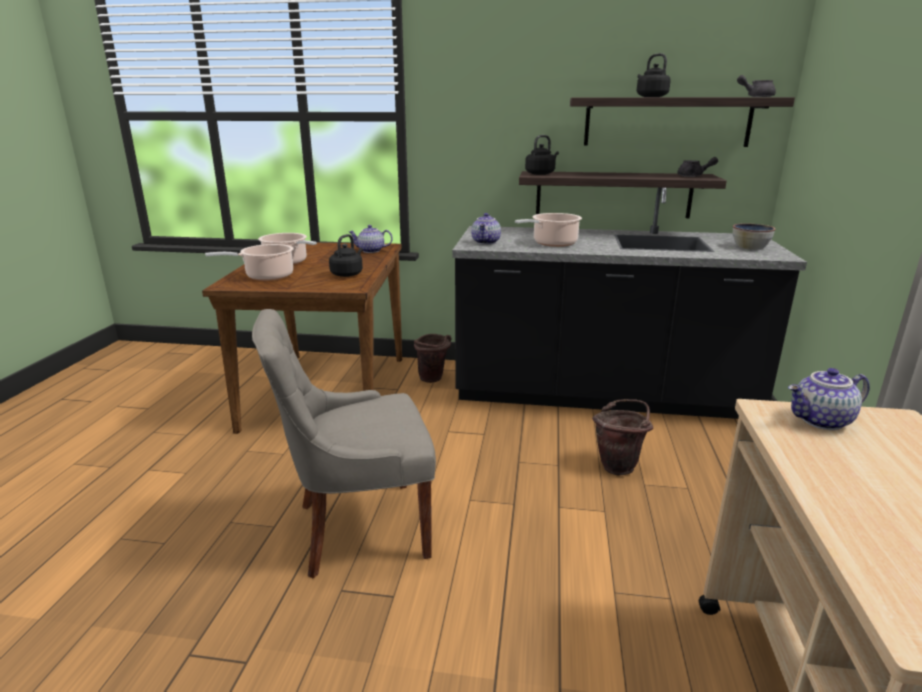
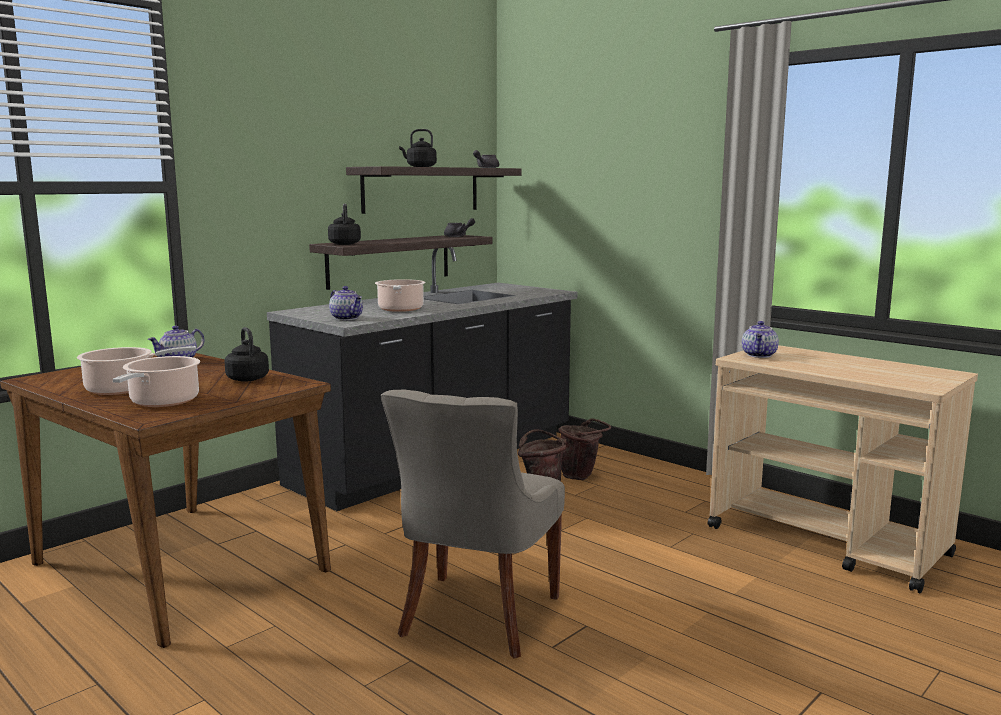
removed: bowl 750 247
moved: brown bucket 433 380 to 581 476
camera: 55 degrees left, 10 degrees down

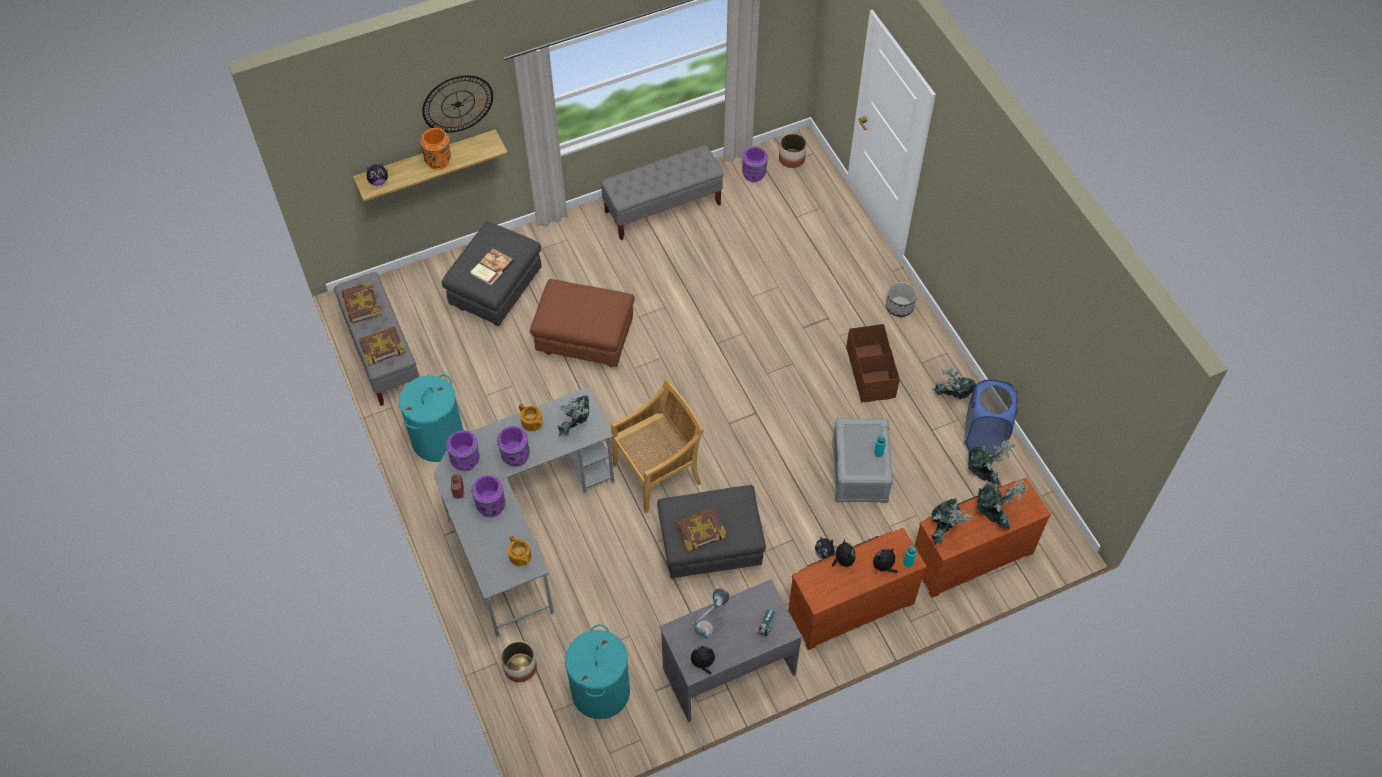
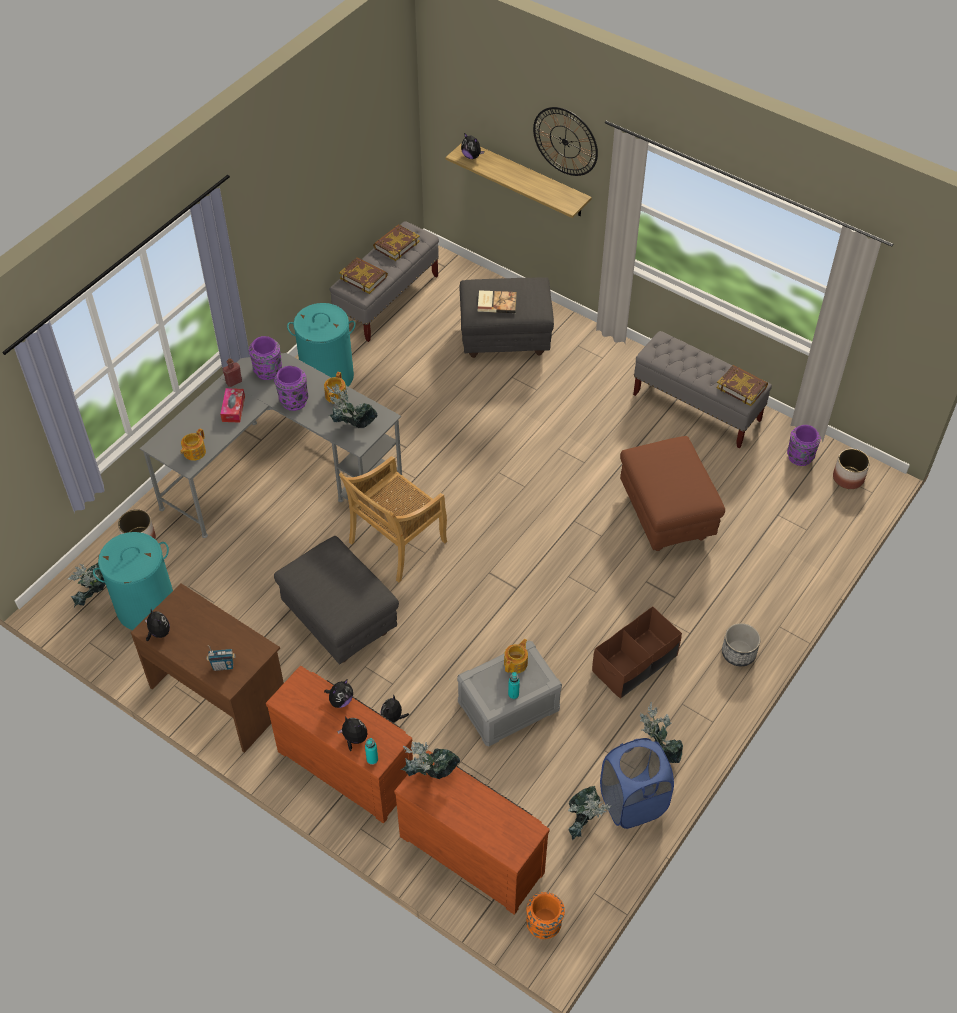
removed: table lamp 709 624
added: teapot 516 663
moved: orange vase 439 160 to 544 925; brown ottoman 584 343 to 665 515; book 700 531 to 741 387; potted plant 994 515 to 93 597
replaced: purple vase 491 505 to tissue box 233 409
recoloured: grey desk 728 670 to brown desk 219 694
turned: beige chair 658 473 = 396 543 105 degrees clockwise
camera: 60 degrees right, 5 degrees down

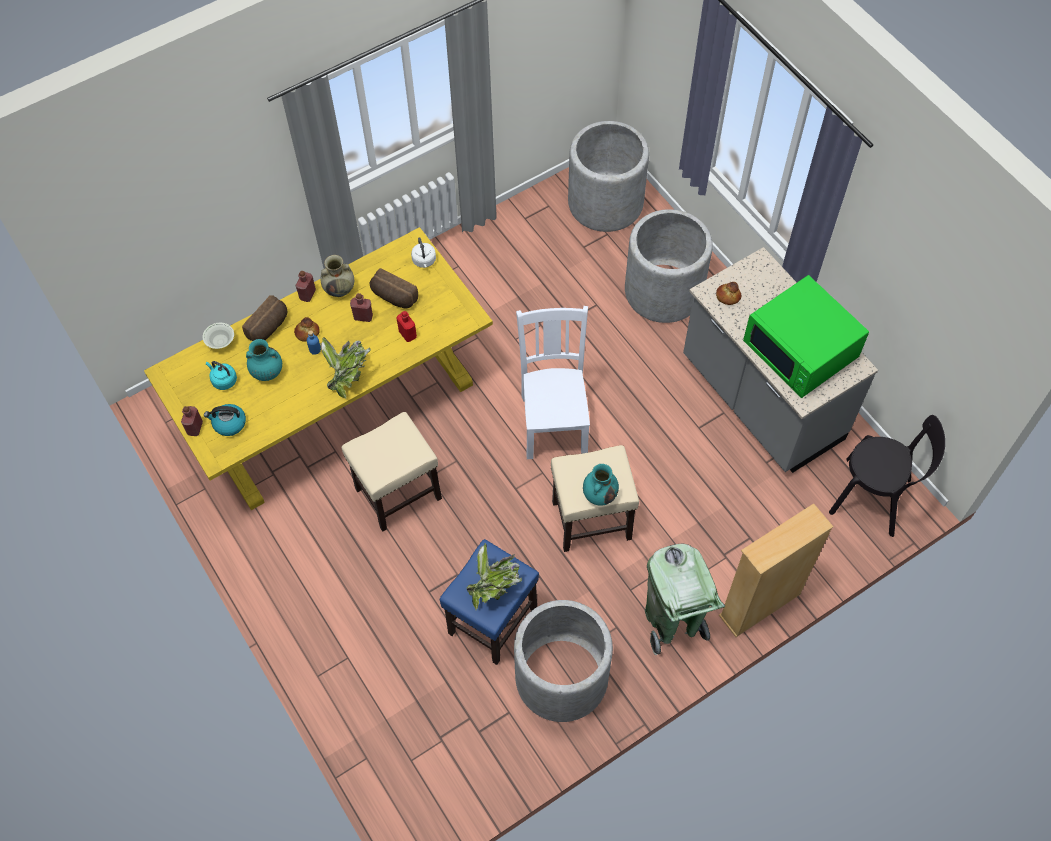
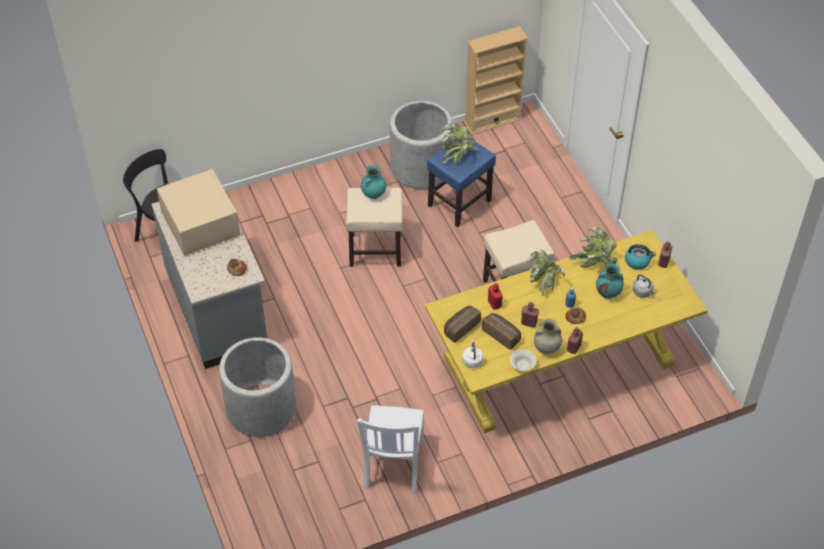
removed: grey planter 605 203; green trash can 672 622
added: potted plant 594 263
moved: white bowl 220 342 to 522 366; bread 269 327 to 460 327; white chair 554 422 to 393 466; beige bookcase 760 605 to 492 121
recoloured: turquoise kettle 223 380 to grey kettle 643 292; green microwave 801 350 to beige microwave 200 224
camera: 170 degrees left, 10 degrees down

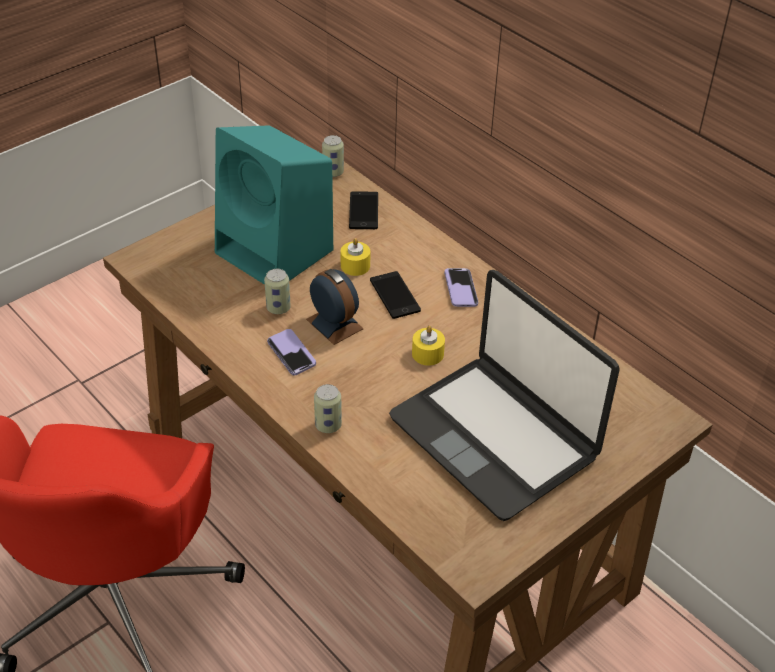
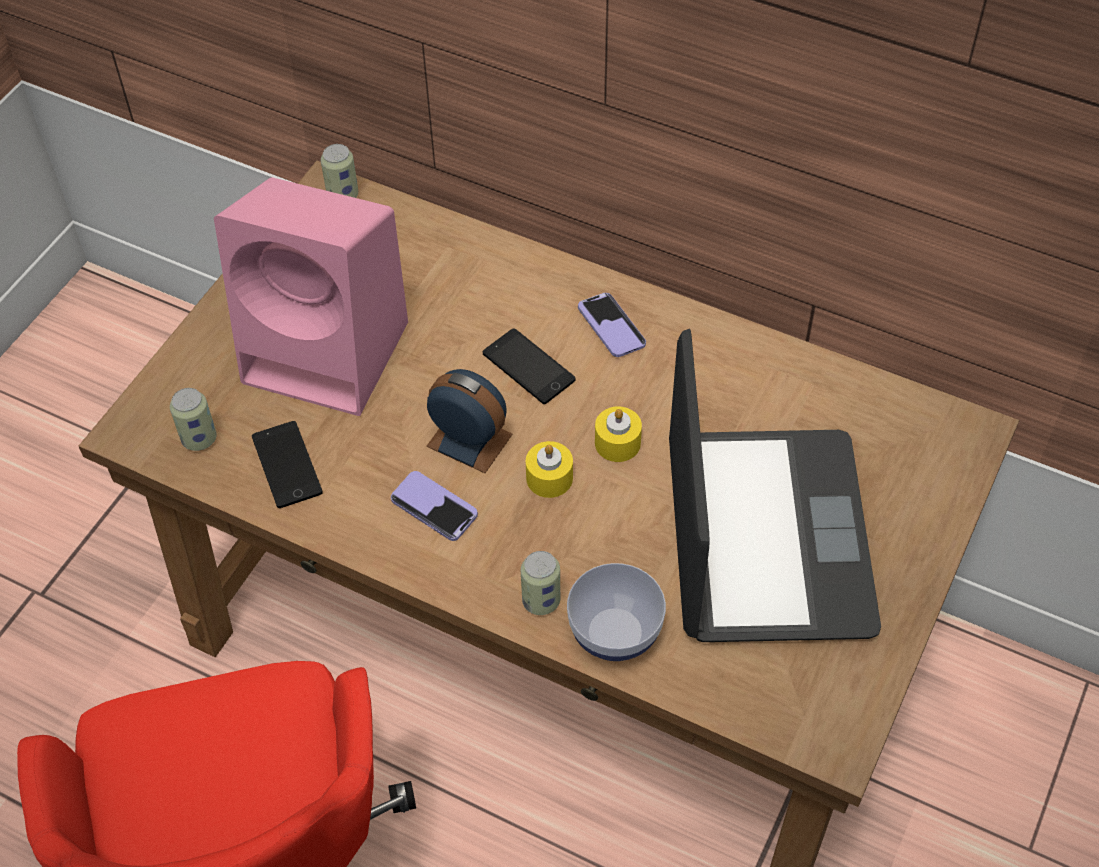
added: bowl 615 633
moved: can 278 308 to 199 439; yellow candle 355 266 to 549 478; phone 363 211 to 287 465
recoloured: turquoise speaker 277 252 to pink speaker 331 352
turned: laptop 495 436 = 765 537 120 degrees counterclockwise
camera: 20 degrees left, 10 degrees up

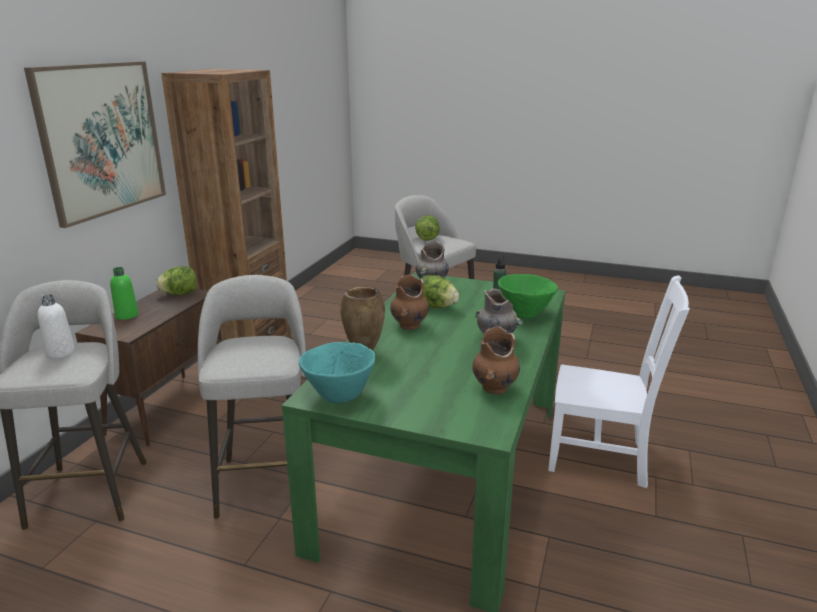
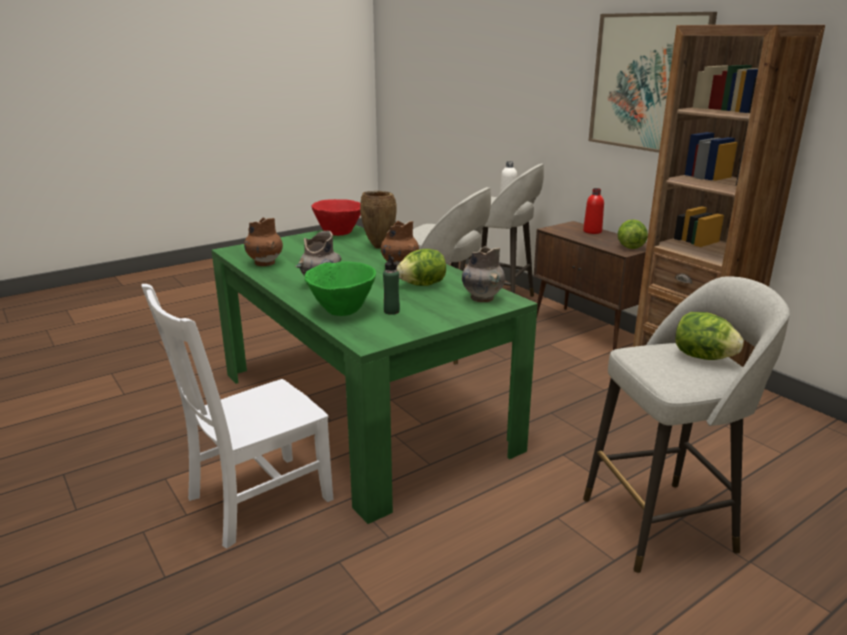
recoloured: green bottle 127 315 to red bottle 592 231; turquoise bowl 338 395 to red bowl 339 233
camera: 125 degrees right, 0 degrees up

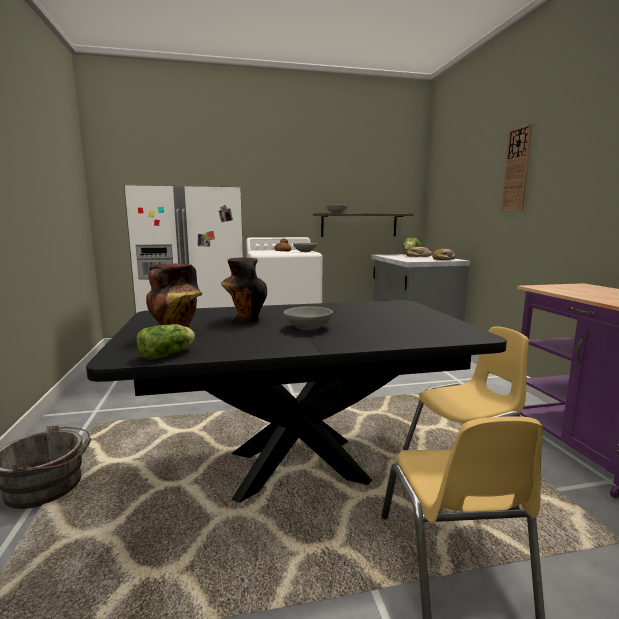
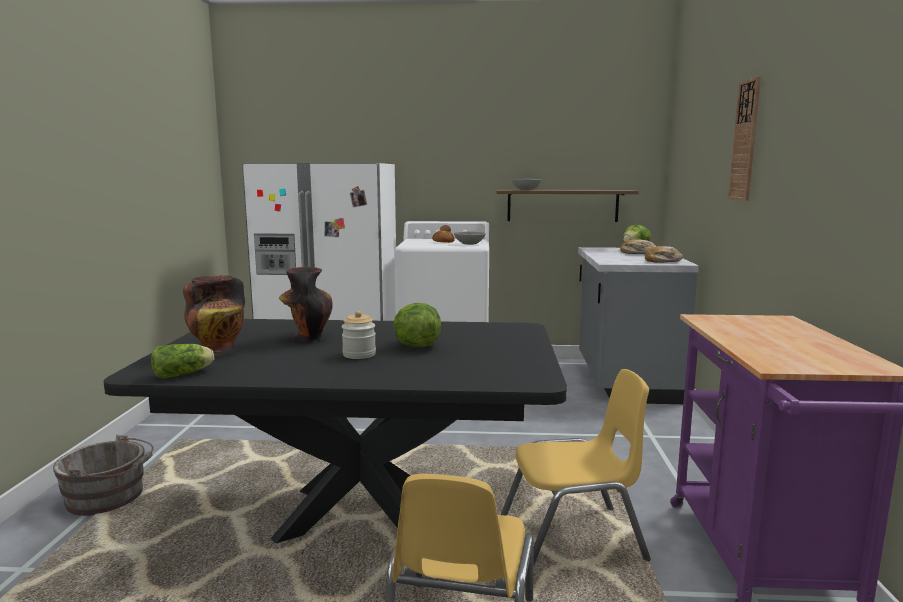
added: lettuce 416 346
replaced: grey bowl 308 328 to jar 359 354
camera: 15 degrees right, 0 degrees up

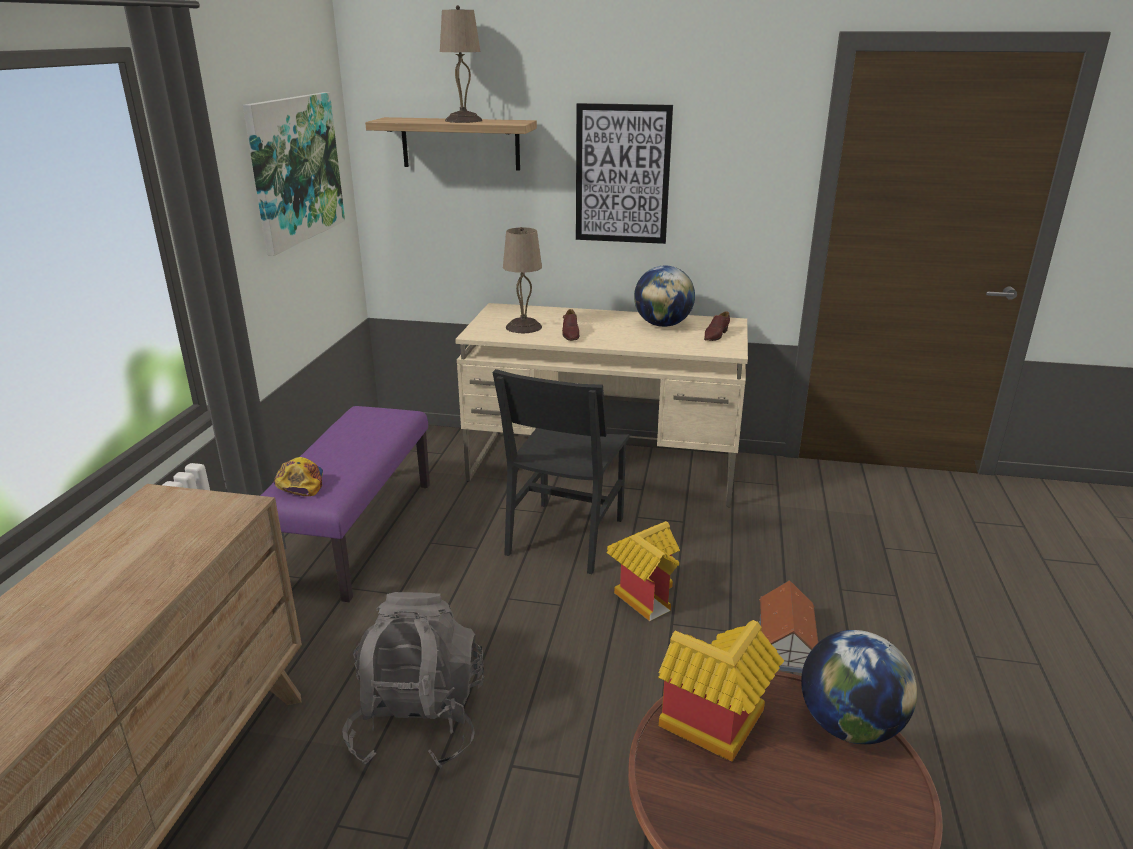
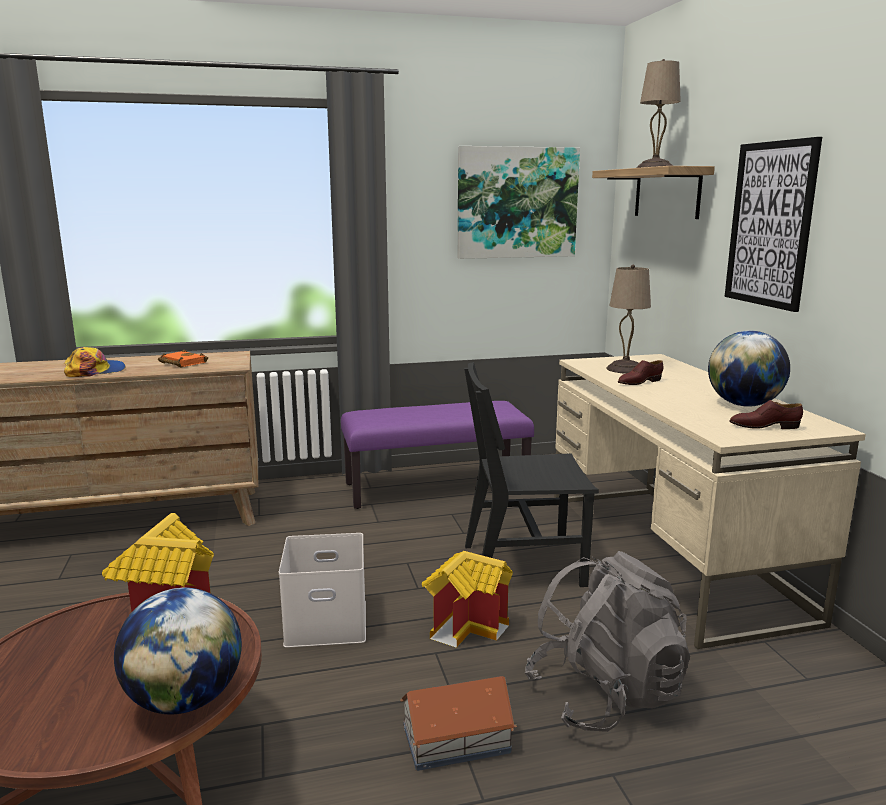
added: orange book 181 363; white storage box 324 623
moved: cap 300 482 to 95 371; grey backpack 418 722 to 605 695
camera: 65 degrees right, 10 degrees down

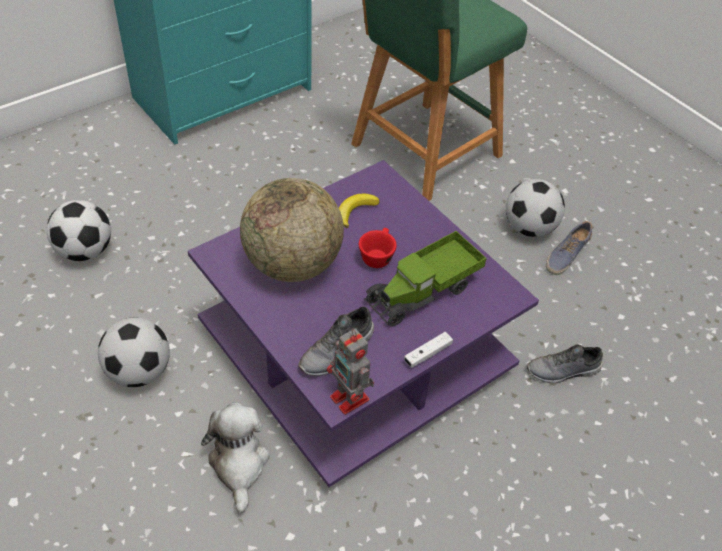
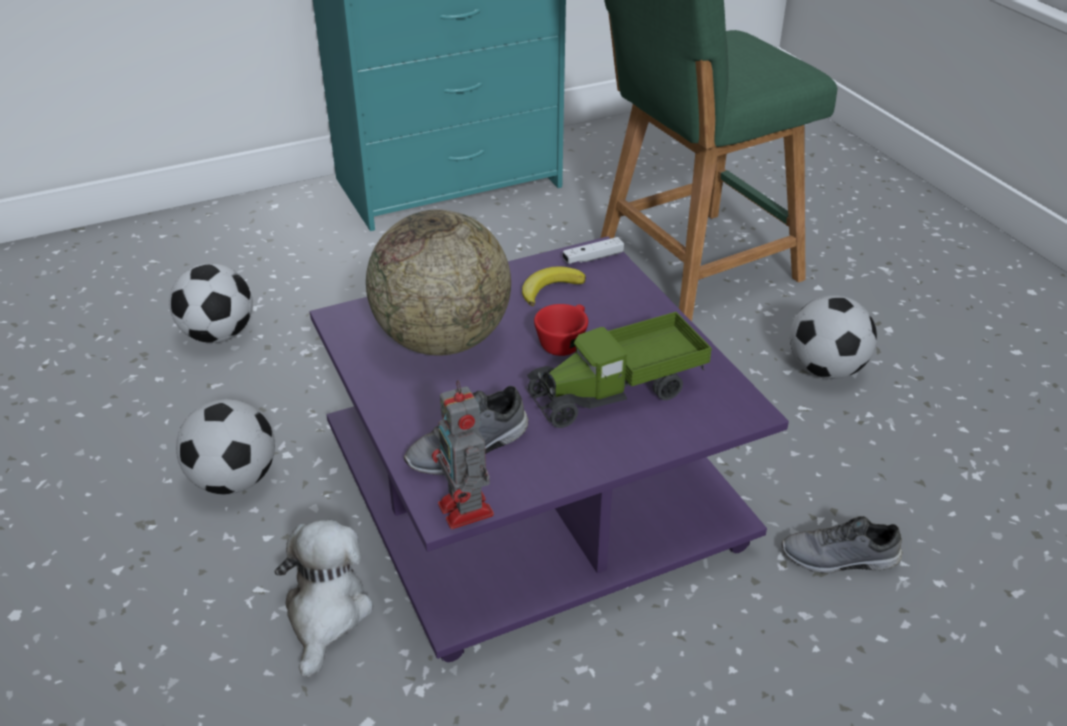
removed: shoe 566 255
moved: white game controller 427 354 to 593 258
camera: 15 degrees right, 10 degrees down

